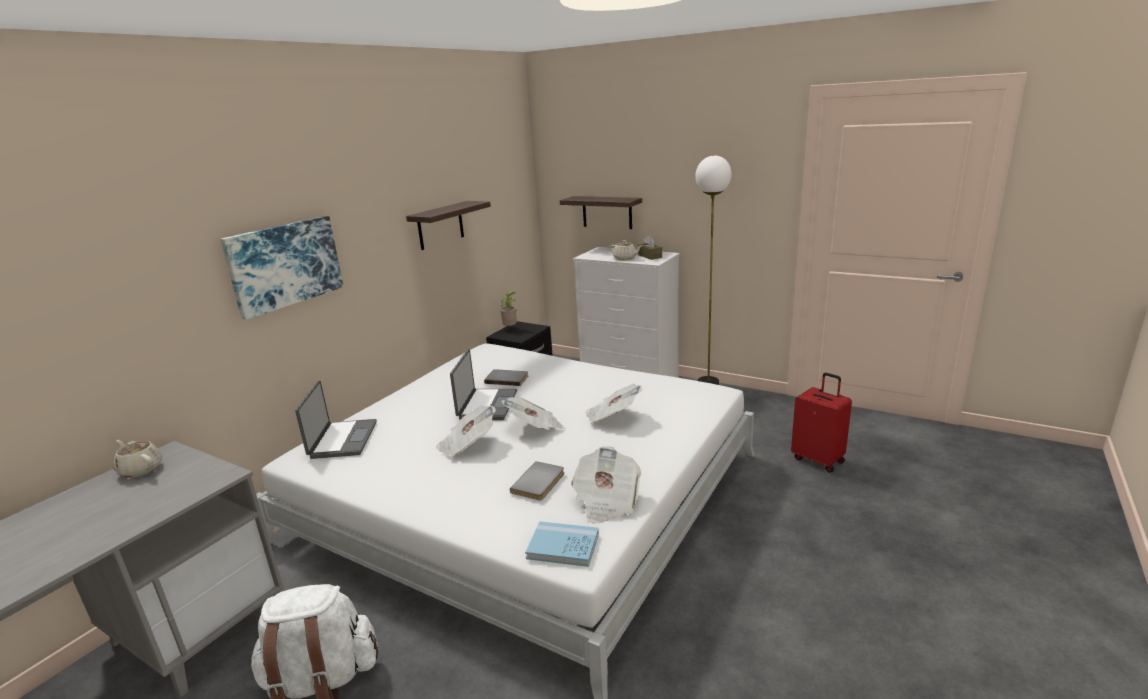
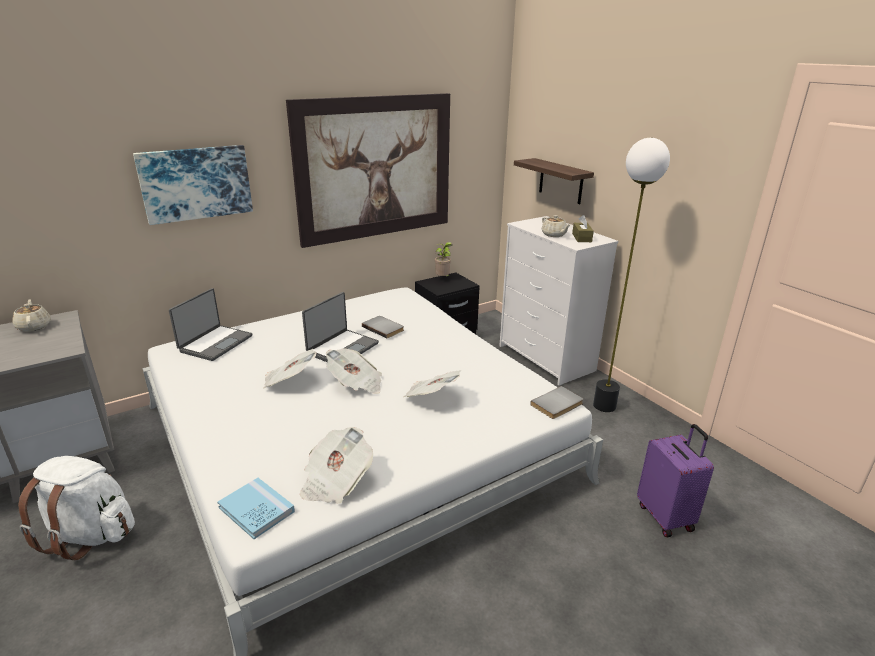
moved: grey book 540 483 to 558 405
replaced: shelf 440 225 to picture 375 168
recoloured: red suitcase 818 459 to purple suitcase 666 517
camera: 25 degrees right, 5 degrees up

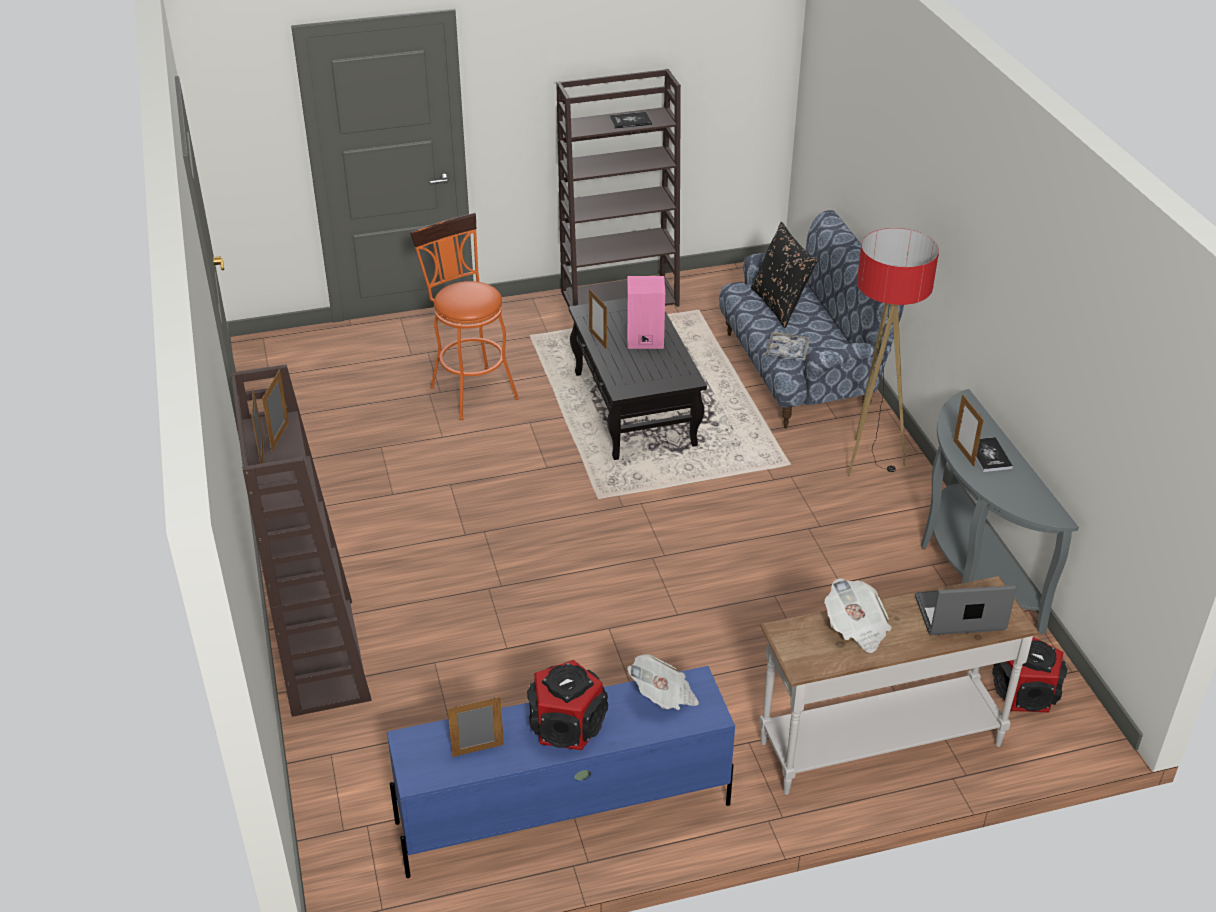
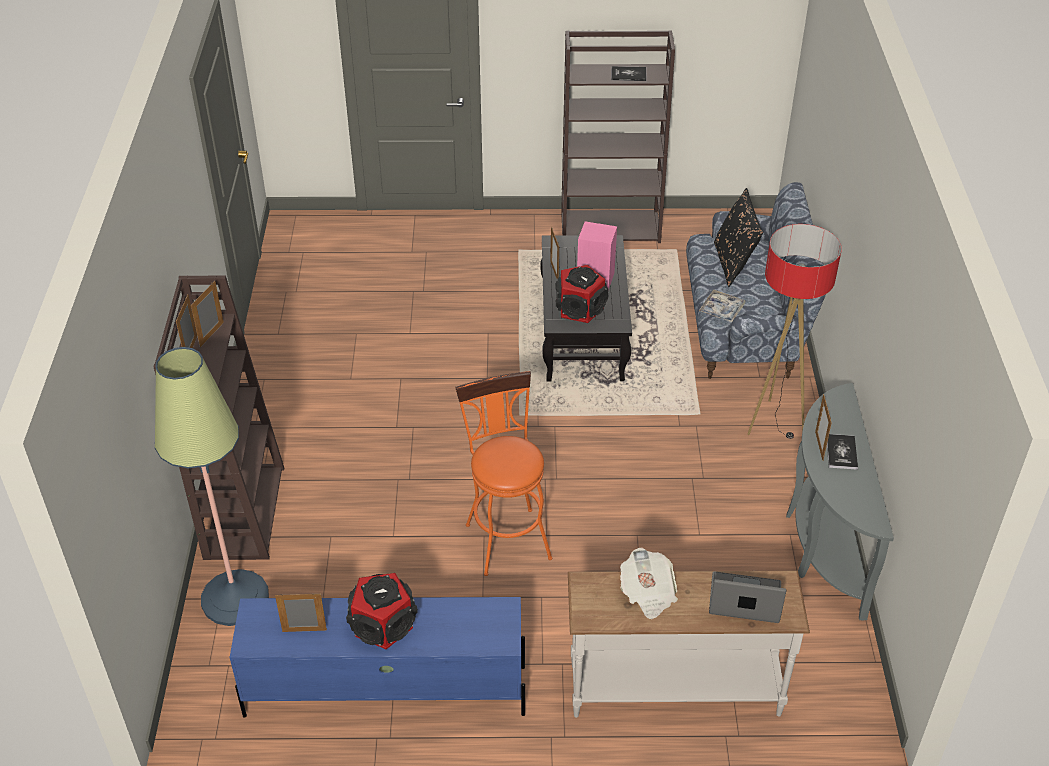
removed: newspaper 663 696
added: floor lamp 235 598
moved: orange stool 470 389 to 505 535; speaker 1024 692 to 579 308
camera: 15 degrees right, 5 degrees up

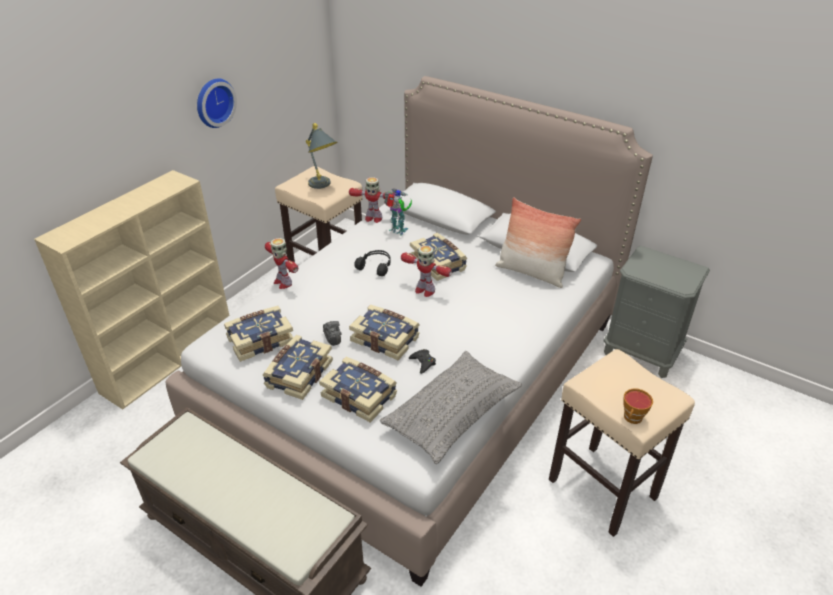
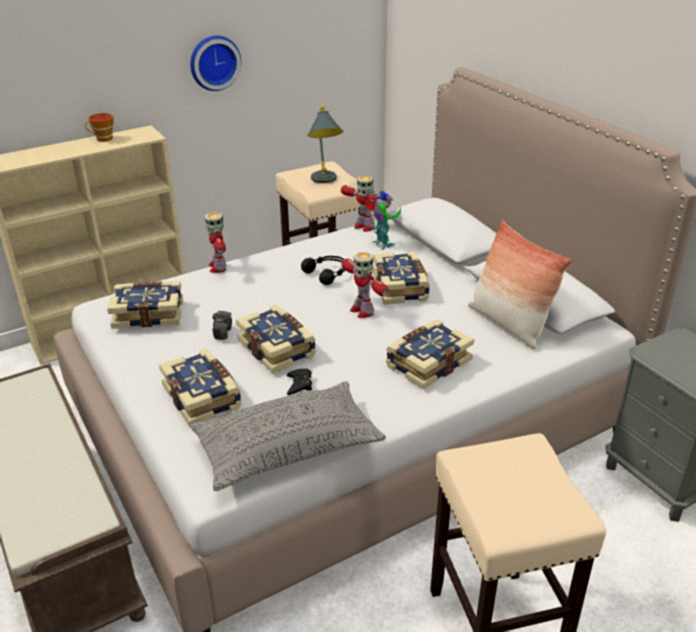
moved: book 298 374 to 427 363; cup 632 418 to 102 139
camera: 25 degrees right, 5 degrees down

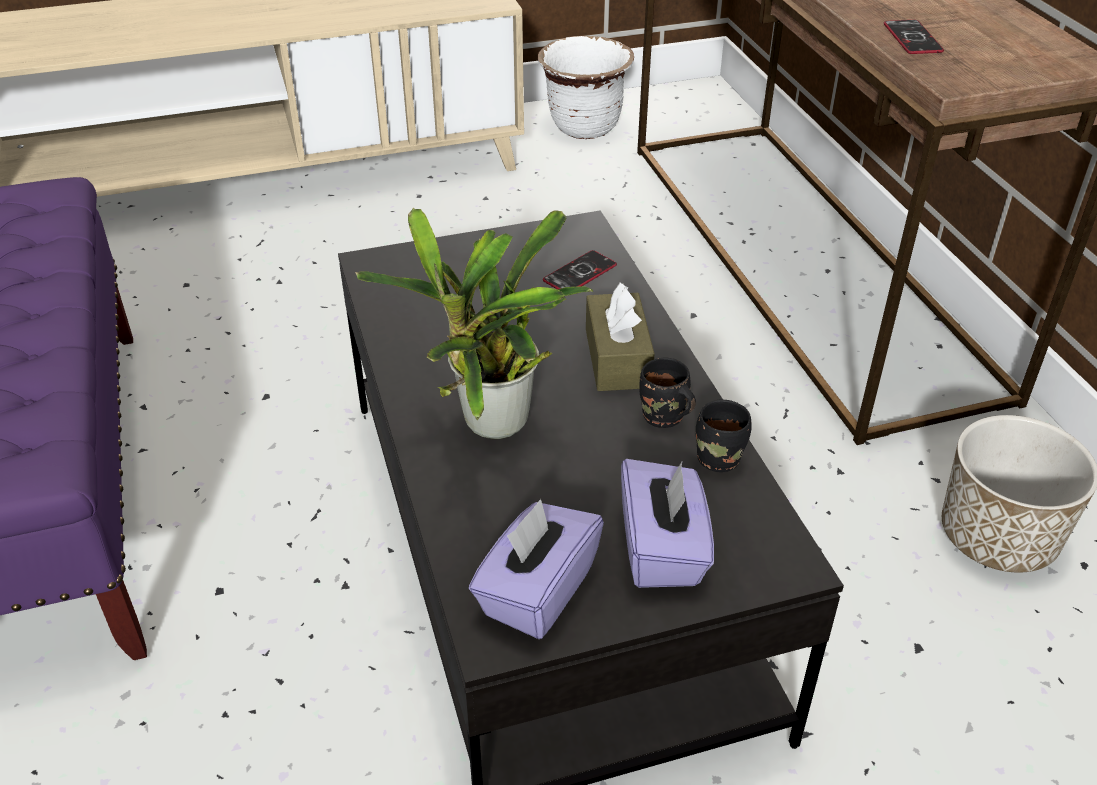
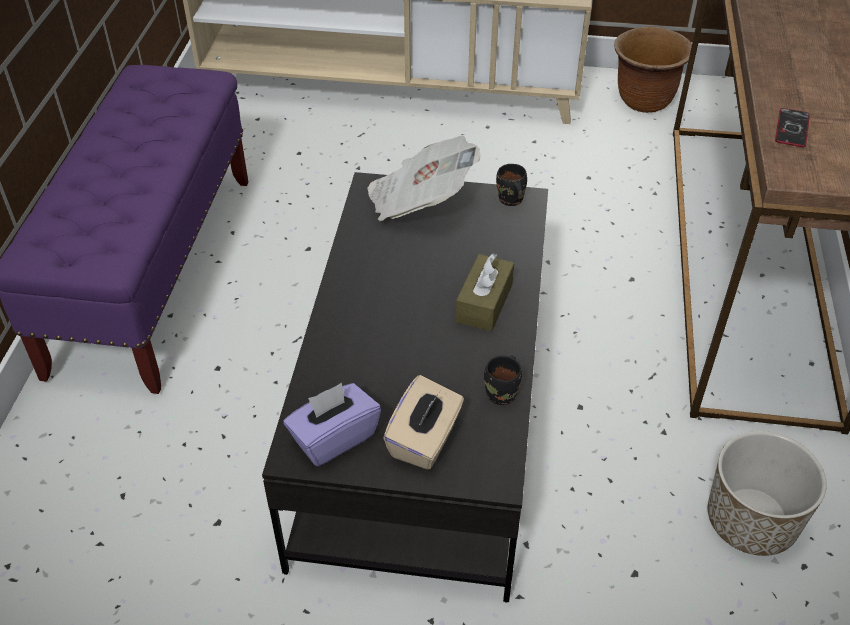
removed: potted plant 491 429; phone 580 273
added: newspaper 420 201
moved: black mug 663 419 to 509 201
recoloured: white planter 584 127 to brown planter 644 101; purple tissue box 662 549 to beige tissue box 425 440
camera: 25 degrees right, 5 degrees up

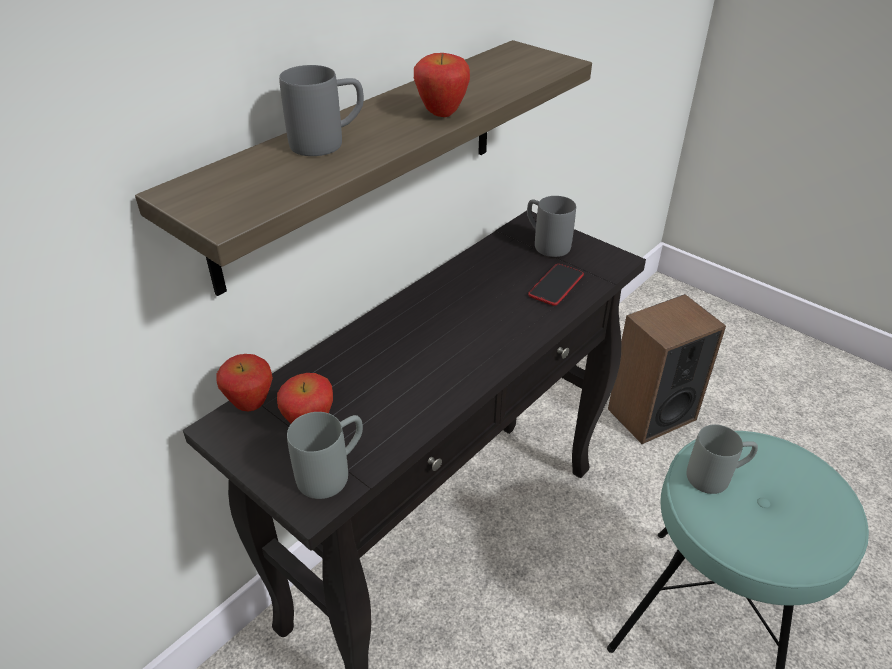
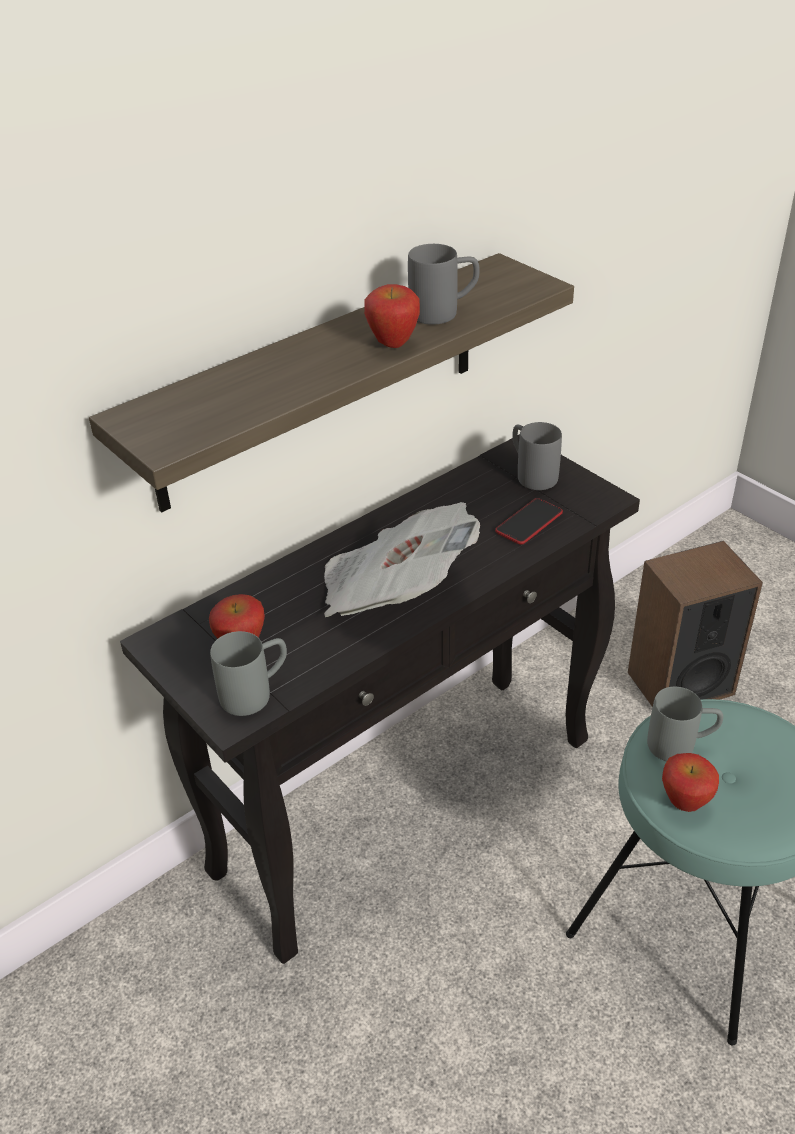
added: newspaper 394 592
moved: apple 251 405 to 684 803; grey mug 328 142 to 444 312
camera: 10 degrees right, 0 degrees up

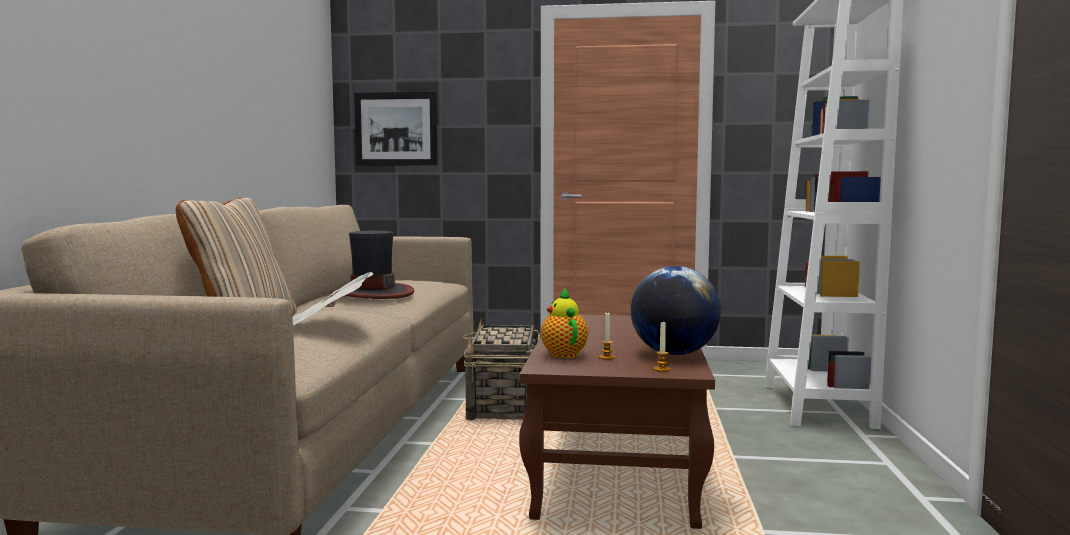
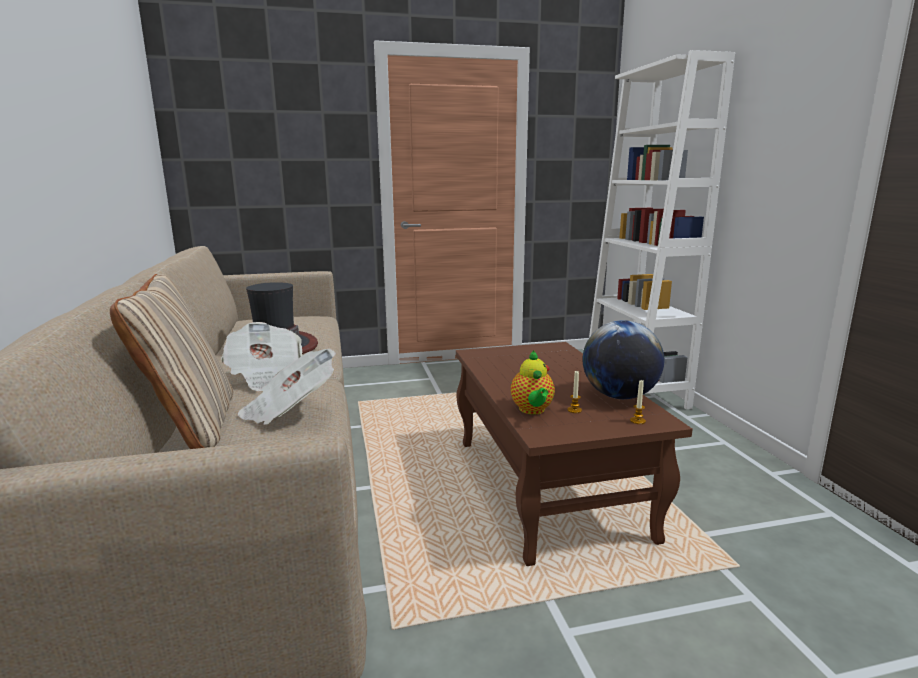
removed: picture 396 129; basket 504 405
added: newspaper 266 376
turned: teapot 563 354 = 532 410 150 degrees counterclockwise
camera: 20 degrees left, 10 degrees up

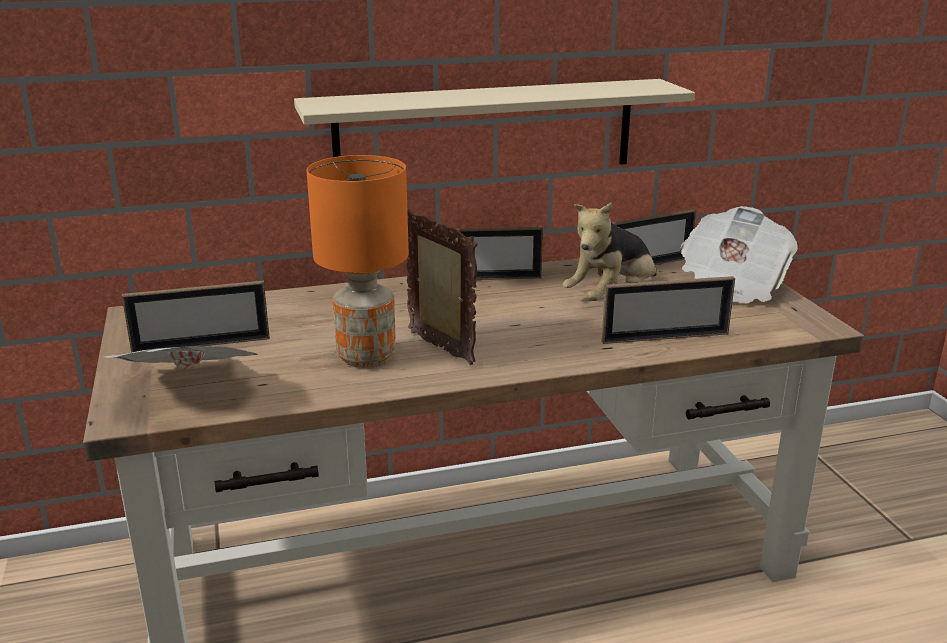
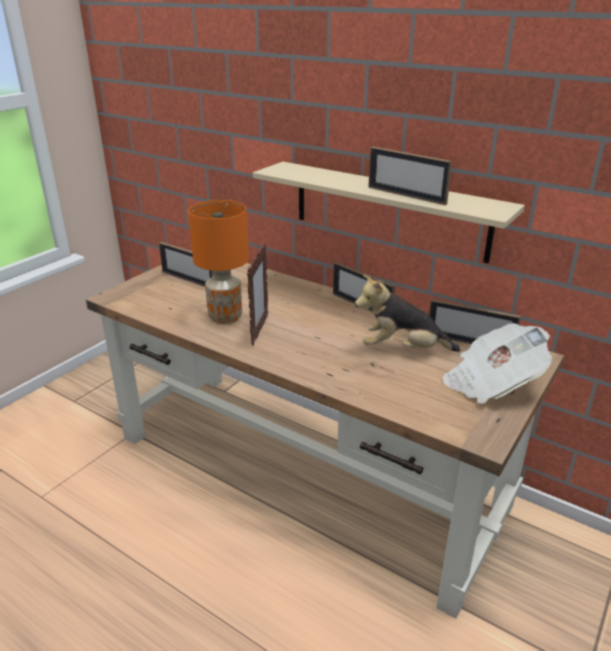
removed: newspaper 191 390
moved: picture frame 665 337 to 406 195
camera: 50 degrees right, 5 degrees up

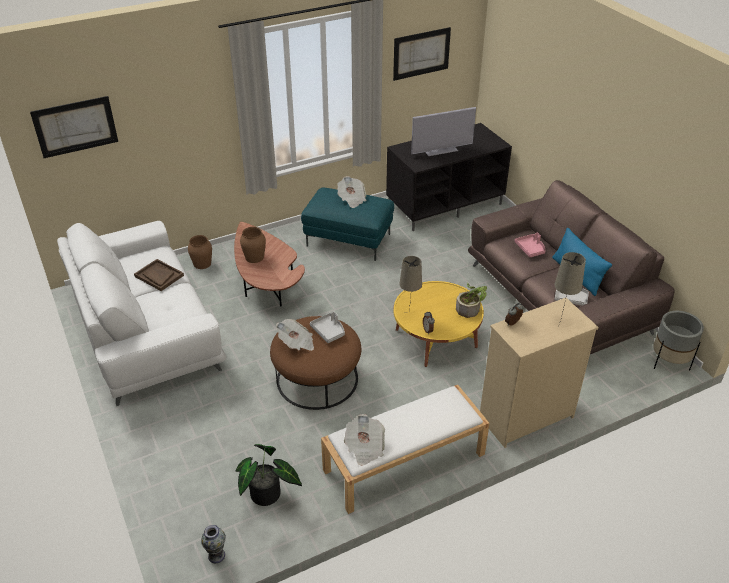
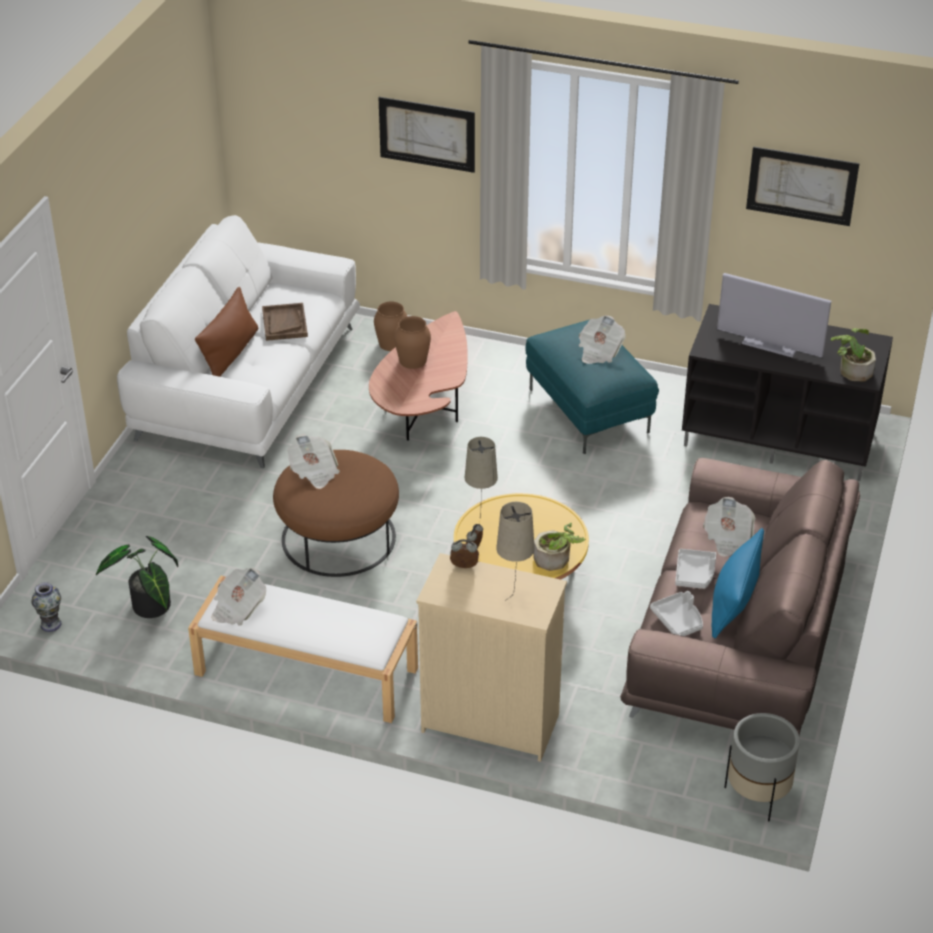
added: brown pillow 230 353; potted plant 851 369
moved: picture 75 126 to 427 134; grey tray 329 331 to 695 574
replaced: pink tray 530 249 to newspaper 727 538
camera: 45 degrees right, 0 degrees up

